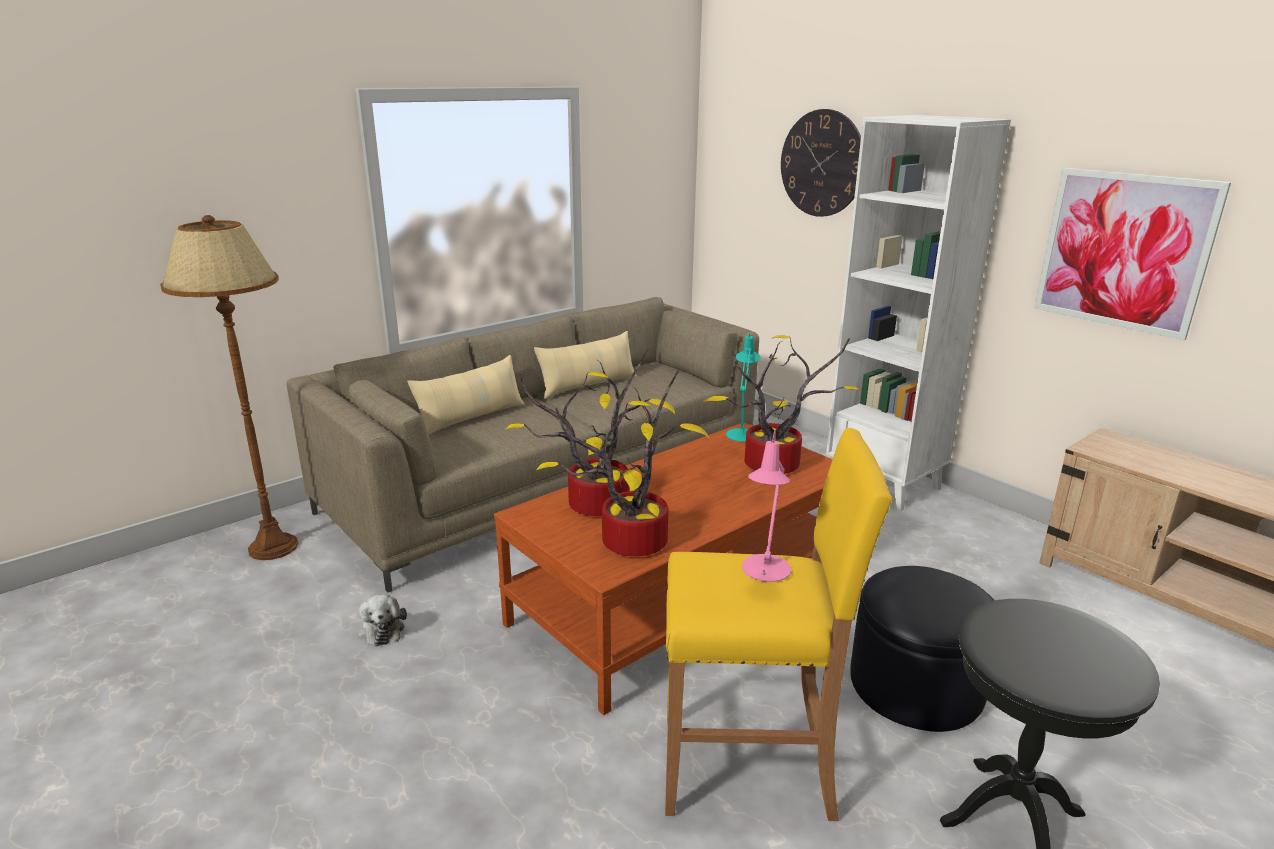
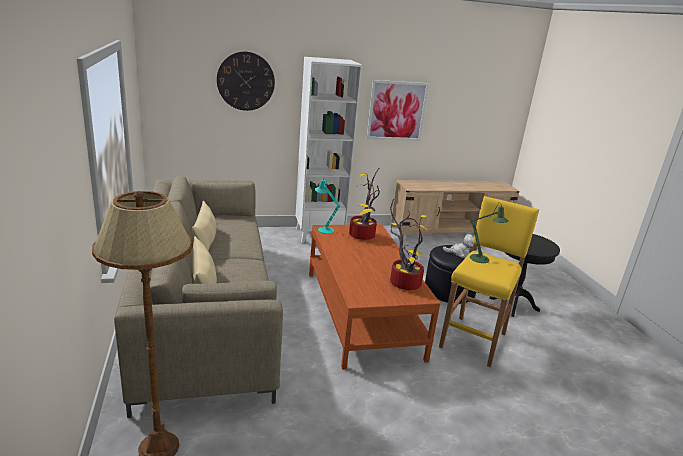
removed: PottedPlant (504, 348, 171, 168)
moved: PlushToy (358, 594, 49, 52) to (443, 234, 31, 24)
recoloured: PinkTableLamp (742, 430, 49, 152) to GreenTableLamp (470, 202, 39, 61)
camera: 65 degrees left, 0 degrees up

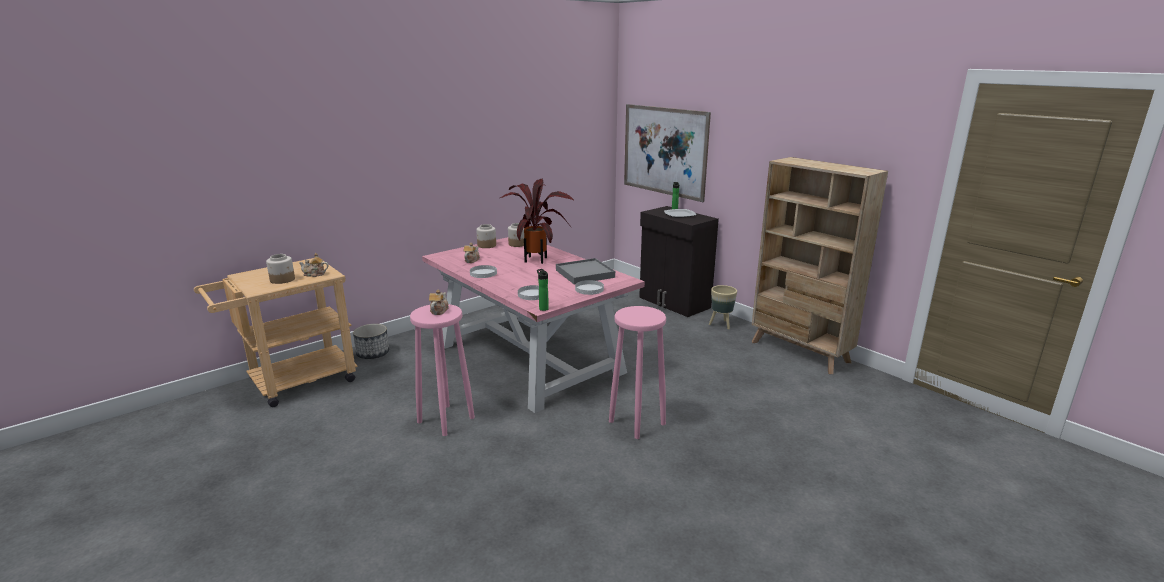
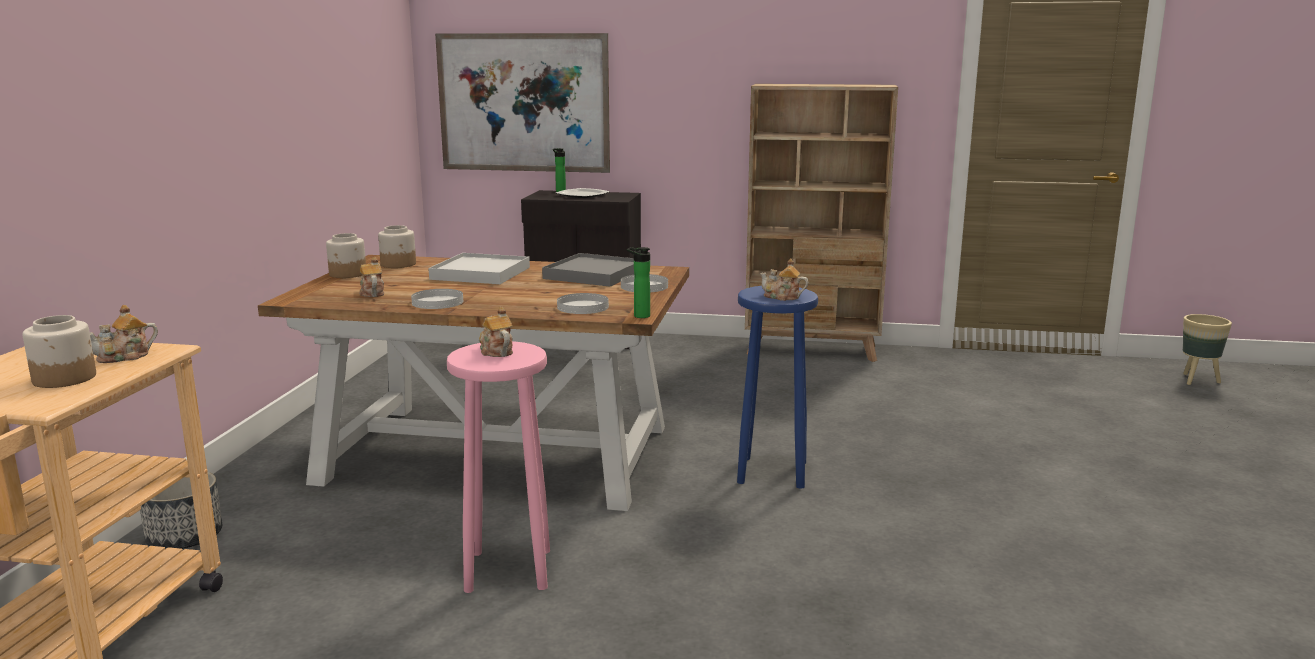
added: Teapot (760, 258, 48, 43)
moved: BeigePlanter (709, 285, 28, 44) to (1183, 314, 49, 71)
replaced: PottedPlant (500, 179, 74, 85) to WhiteTray (429, 253, 101, 31)
recoloured: PinkDiningTable (422, 237, 223, 176) to BrownDiningTable (258, 255, 431, 256); PinkStool (609, 306, 57, 133) to BlueStool (737, 286, 81, 202)
camera: 40 degrees left, 5 degrees down

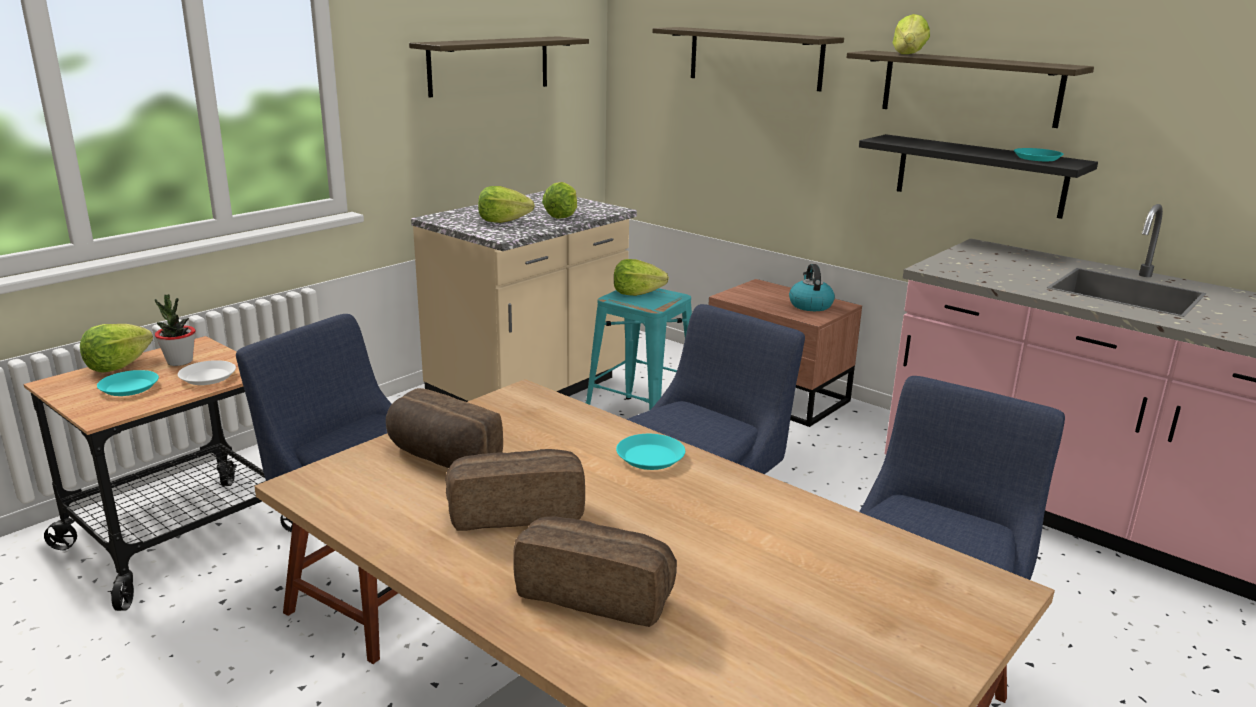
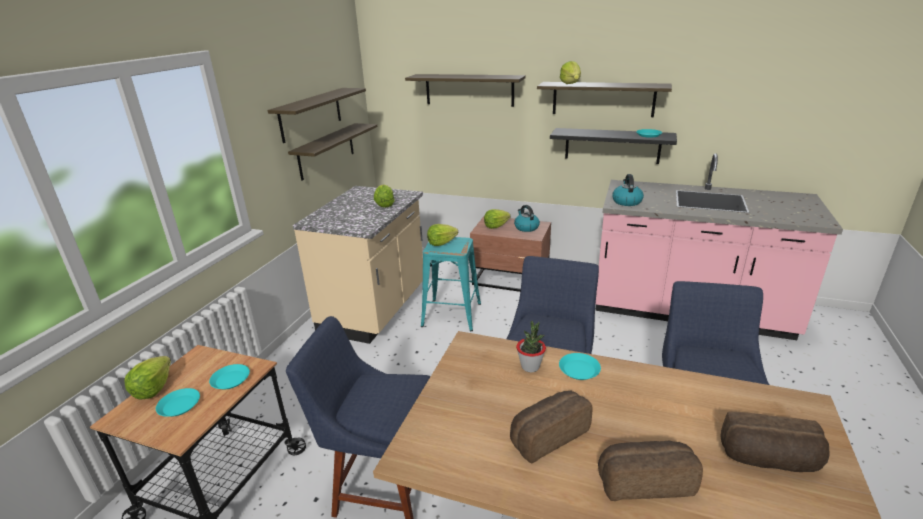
added: Shelf (288, 123, 90, 58); Kettle (612, 174, 32, 32)
moved: PottedPlant (155, 294, 41, 72) to (516, 321, 30, 51); Bread (386, 388, 117, 80) to (720, 411, 109, 61); Lettuce (478, 186, 57, 37) to (484, 209, 27, 20)
recoloured: WhitePlate (178, 360, 58, 25) to TurquoisePlate (209, 364, 41, 25)
camera: 20 degrees left, 5 degrees up

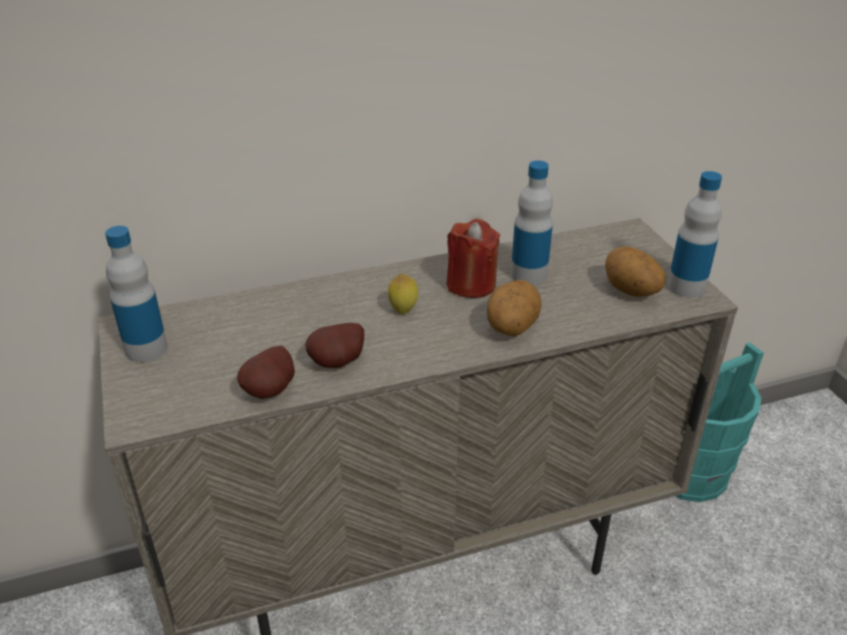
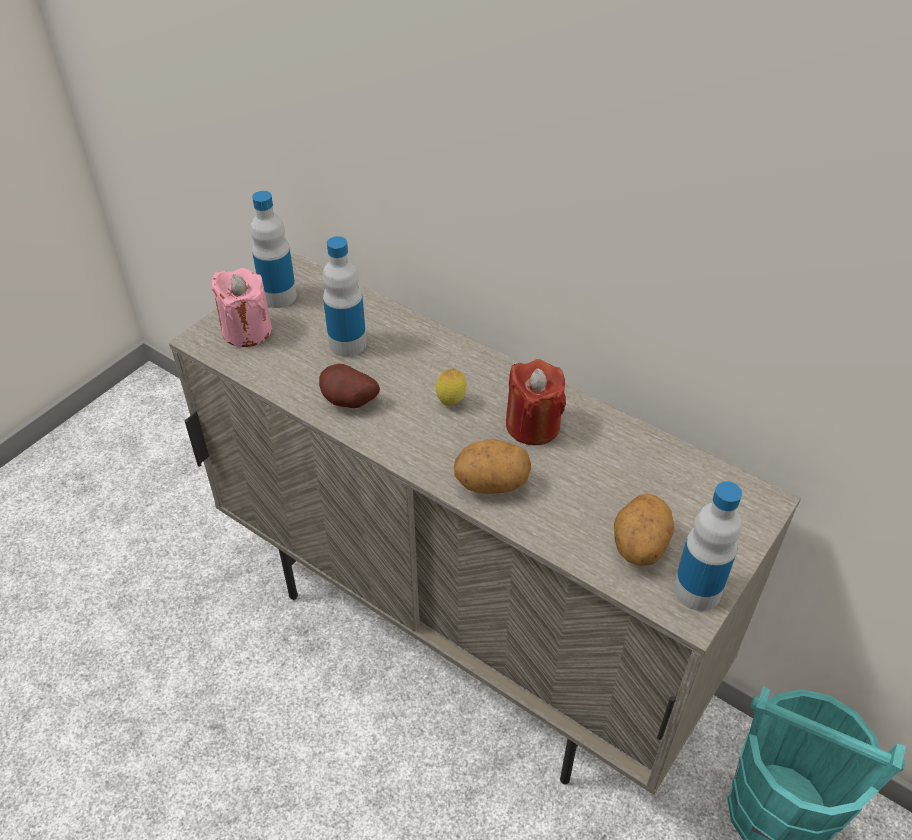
removed: Potato (237, 346, 58, 53)
added: PinkCandle (212, 268, 60, 79)
moved: Bottle (511, 160, 42, 125) to (323, 236, 44, 121)
camera: 55 degrees right, 10 degrees up

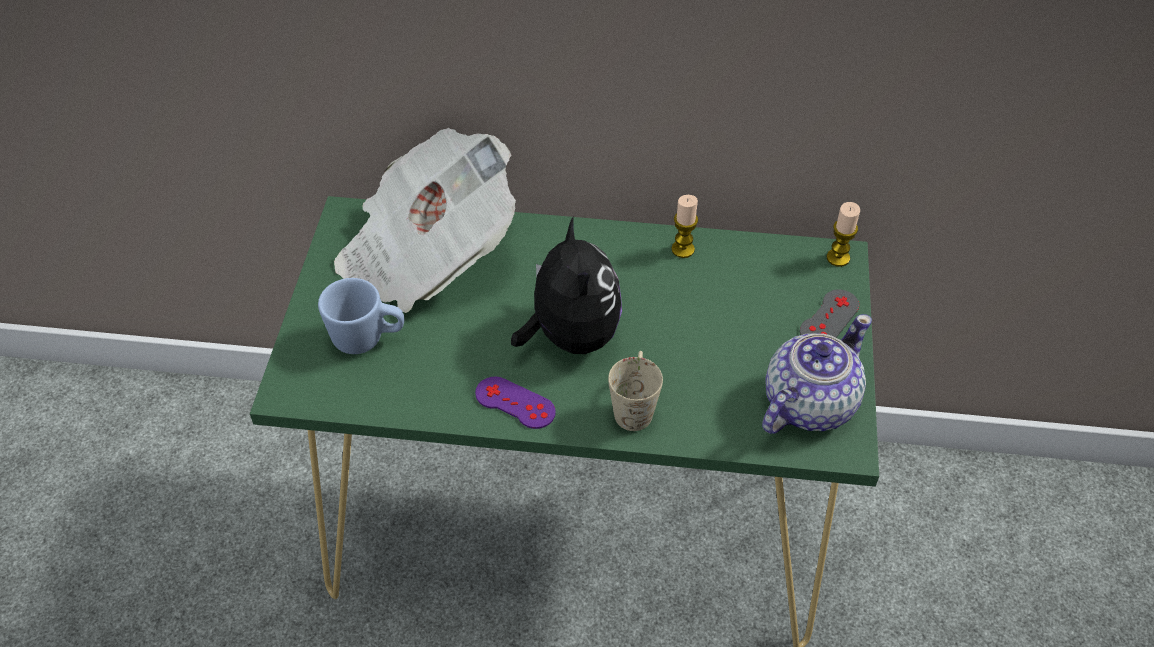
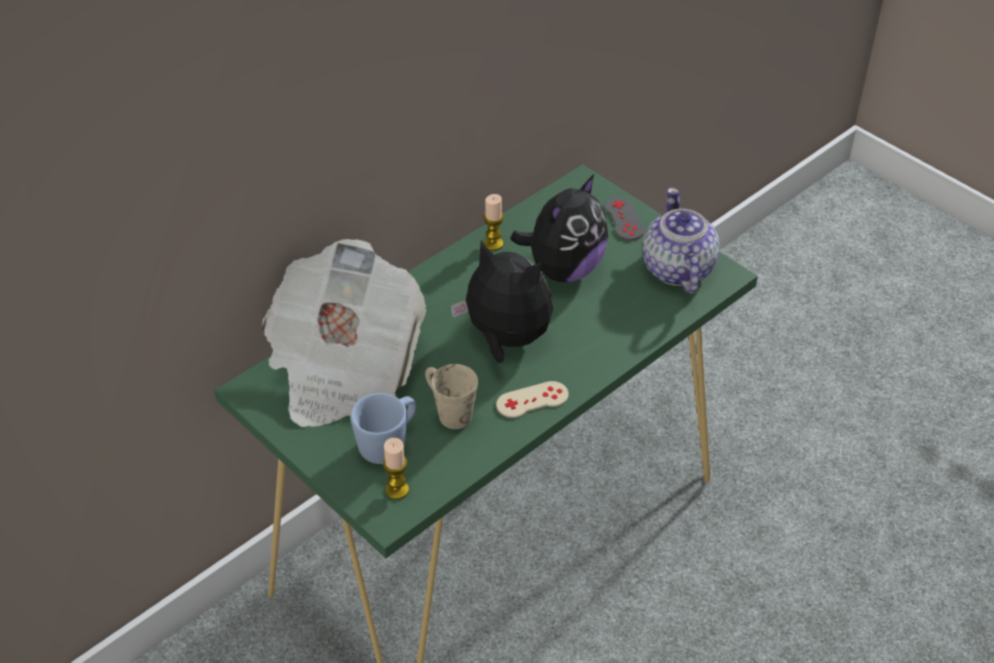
added: PlushToy (510, 174, 98, 108)
moved: BeigeMug (608, 351, 55, 80) to (425, 364, 53, 65); Candle (827, 202, 33, 65) to (383, 438, 26, 61)
recoloured: PurpleGameController (475, 376, 81, 53) to BeigeGameController (496, 381, 73, 37)
camera: 50 degrees left, 5 degrees down

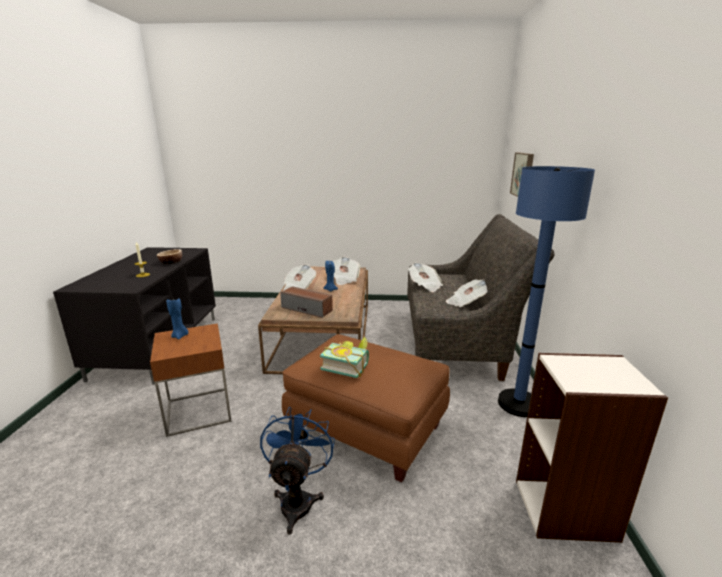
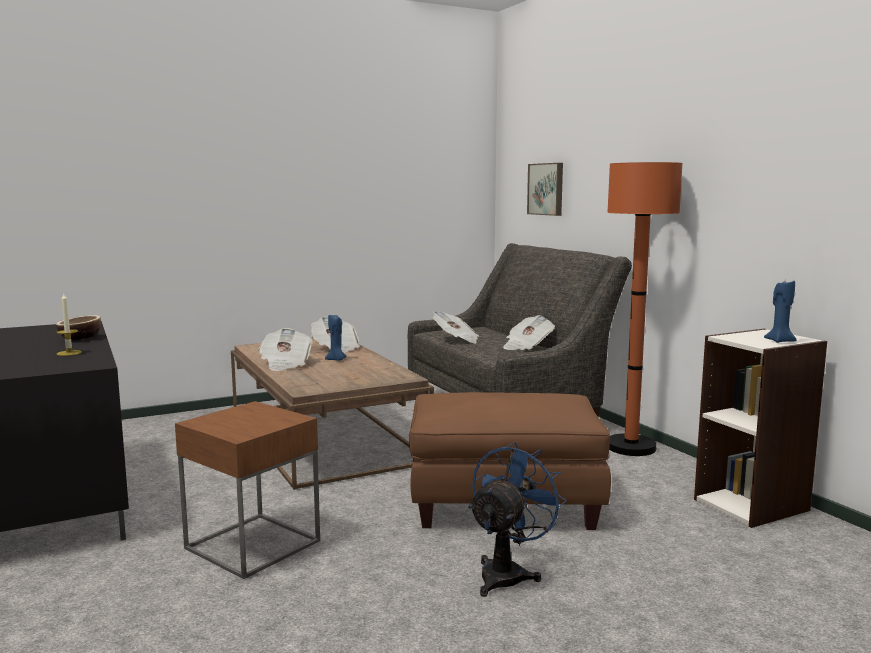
removed: Speaker (280, 286, 53, 32); Book (320, 337, 49, 41)
moved: BlueCandle (166, 298, 22, 42) to (764, 281, 32, 62)
recoloured: BlueFloorLamp (498, 166, 97, 251) to OrangeFloorLamp (607, 162, 75, 294)
turned: BlueFan (260, 407, 75, 127) = (469, 442, 98, 155) 60 degrees clockwise
camera: 30 degrees left, 10 degrees down

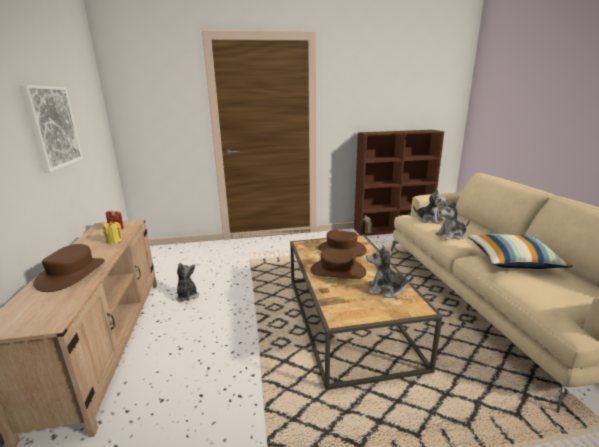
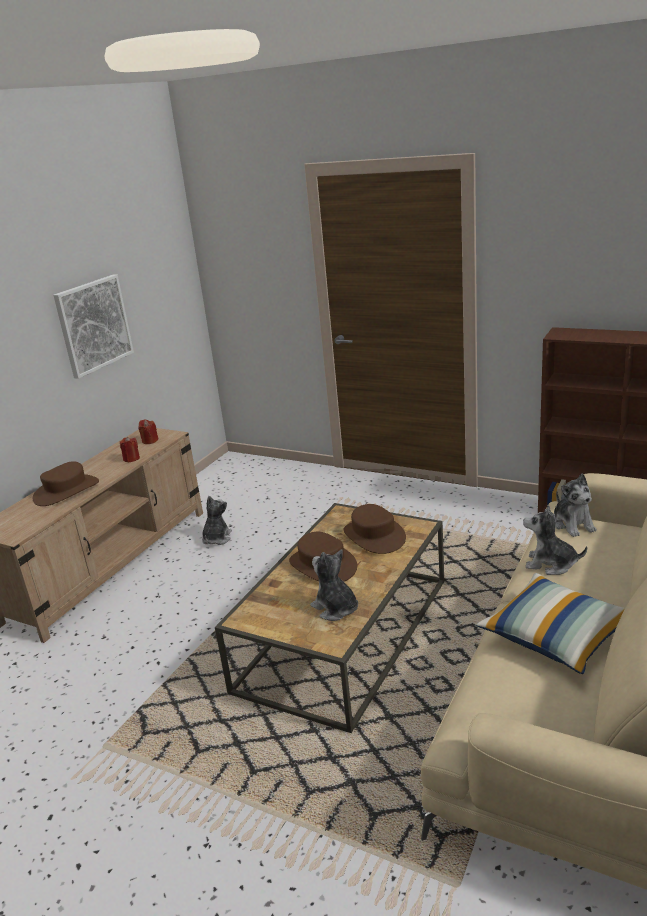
recoloured: YellowCandle (103, 221, 20, 23) to RedCandle (120, 437, 20, 25)
camera: 40 degrees right, 5 degrees up

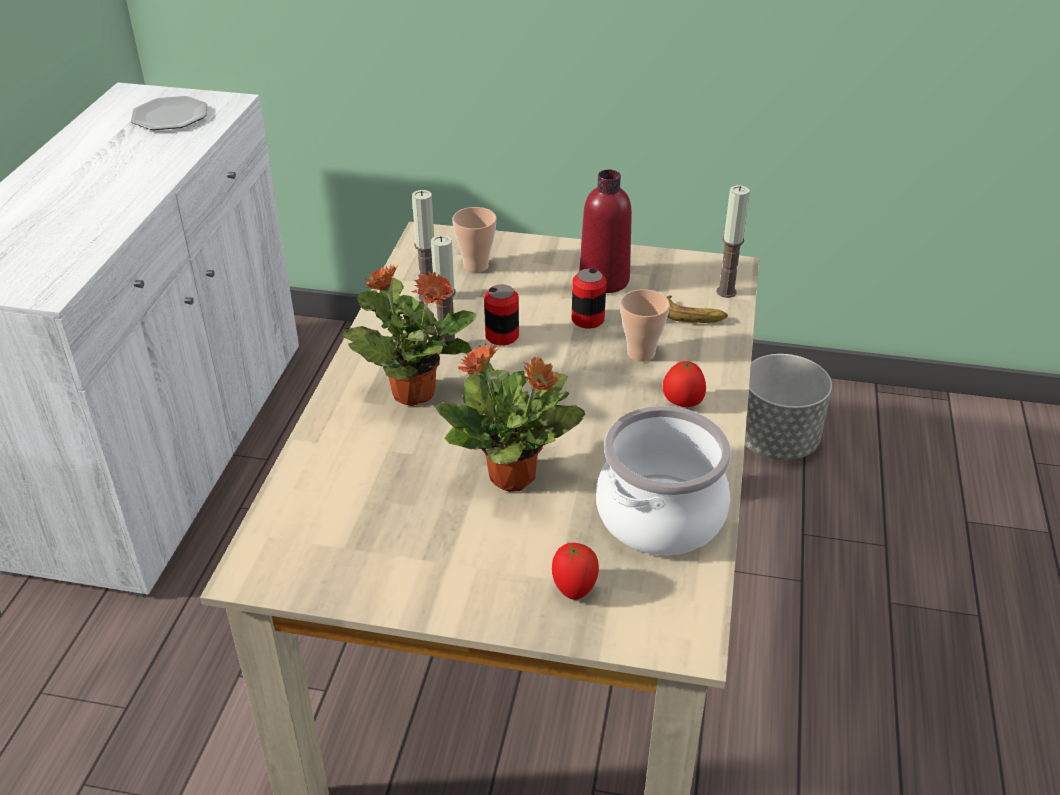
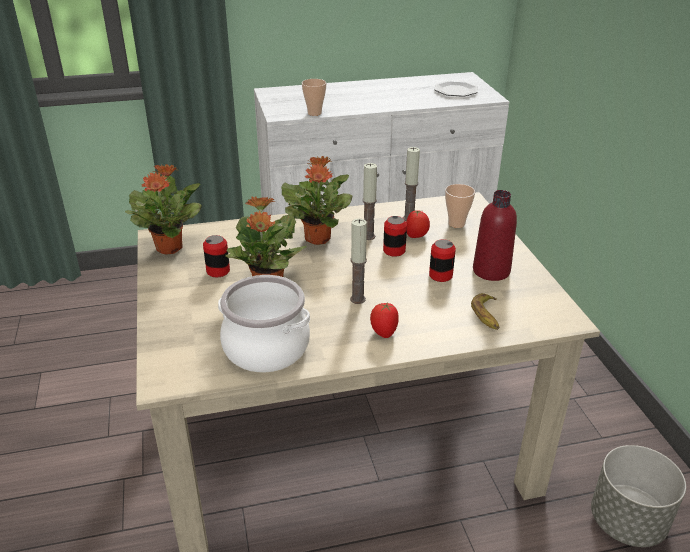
added: PottedPlant (125, 164, 77, 91); Can (203, 235, 27, 42)
moved: Tomato (552, 543, 47, 57) to (406, 210, 24, 28); Cup (620, 289, 50, 73) to (302, 79, 24, 37); Candle (716, 185, 34, 113) to (350, 218, 17, 86)
camera: 65 degrees right, 5 degrees down

